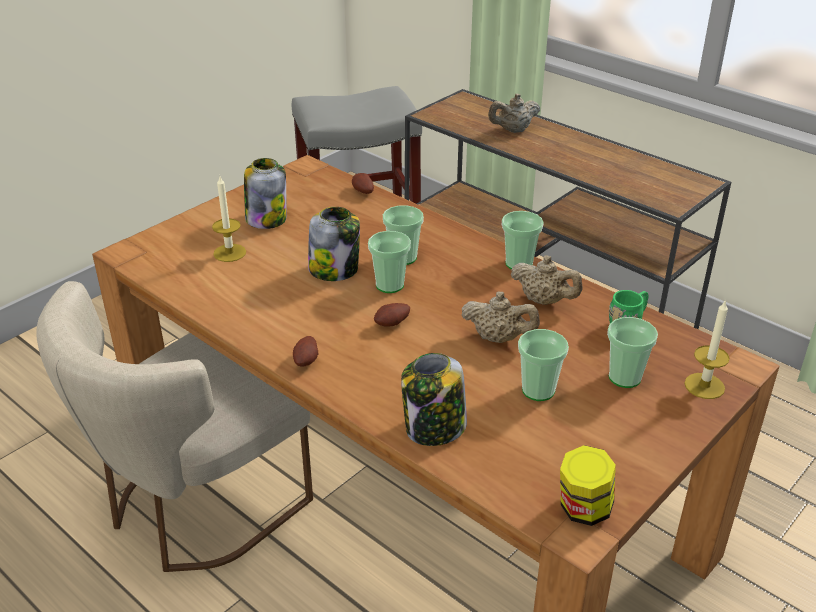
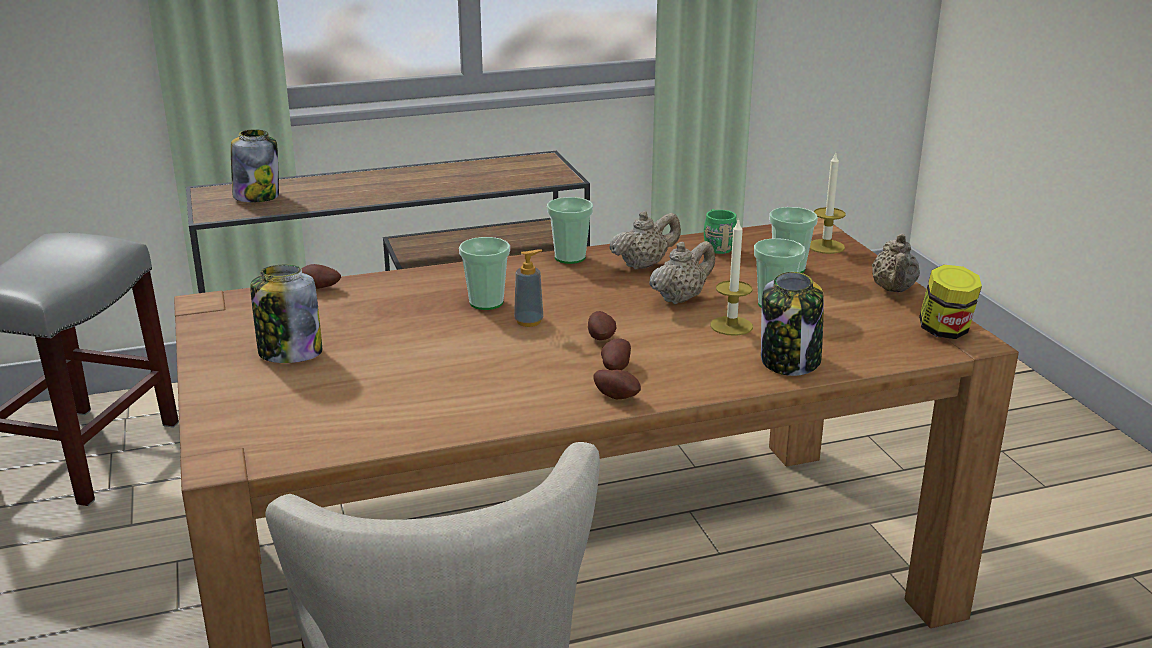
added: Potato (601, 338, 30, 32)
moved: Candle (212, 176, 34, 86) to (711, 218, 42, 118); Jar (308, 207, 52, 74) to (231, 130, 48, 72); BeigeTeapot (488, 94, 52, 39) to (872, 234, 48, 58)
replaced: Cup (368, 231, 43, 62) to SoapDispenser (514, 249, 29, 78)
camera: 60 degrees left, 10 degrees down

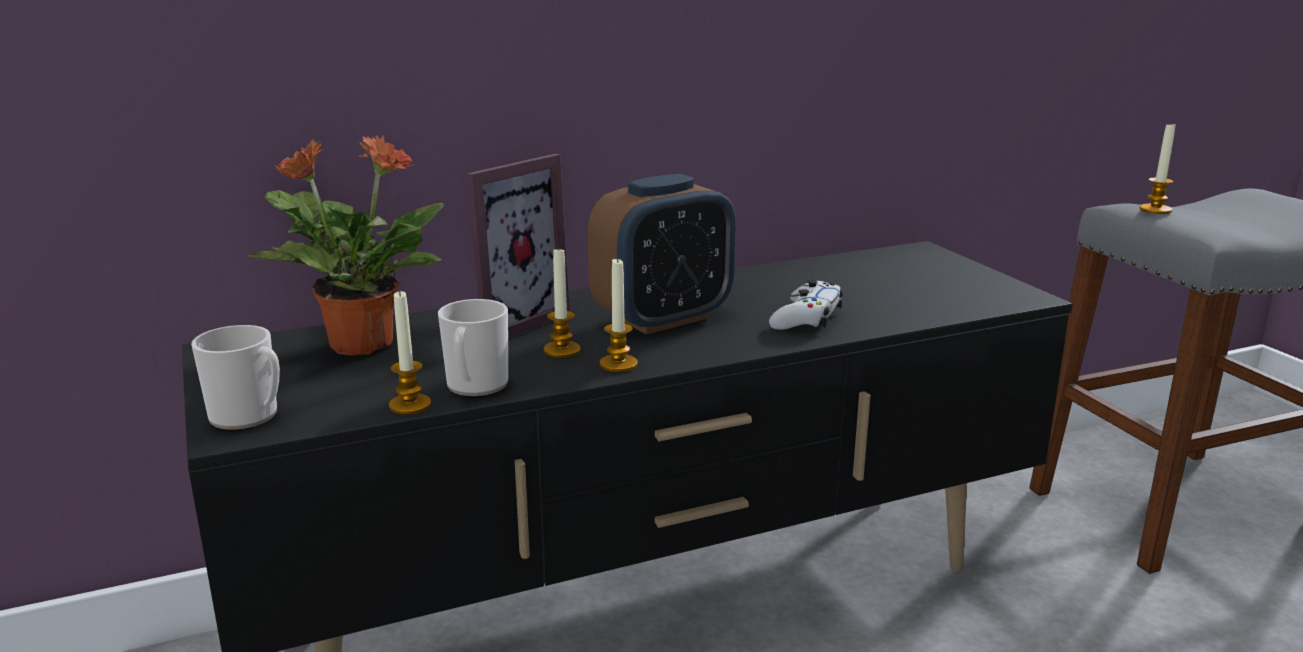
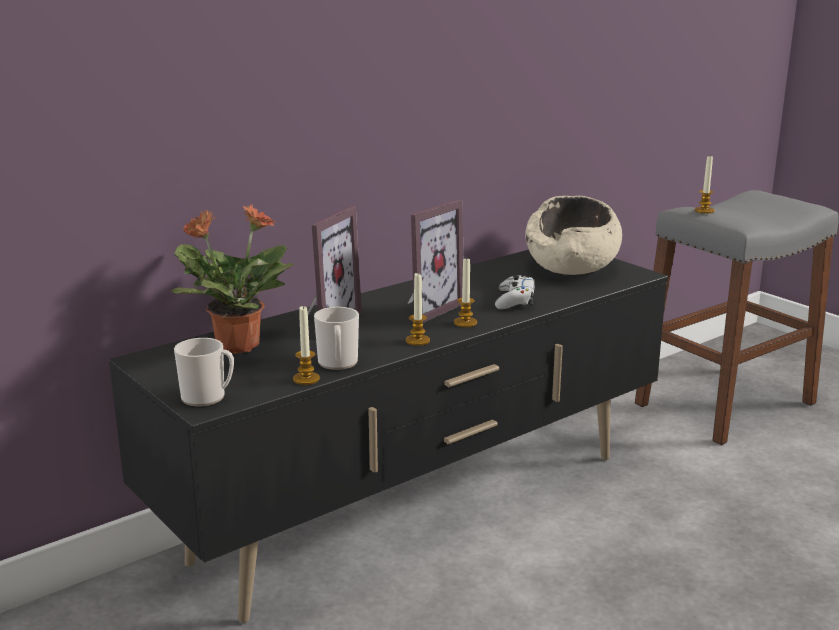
added: BeigeBowl (525, 196, 97, 79)
moved: Candle (544, 246, 36, 112) to (454, 257, 23, 70)
replaced: AlarmClock (588, 174, 148, 161) to PictureFrame (407, 199, 56, 124)
camera: 15 degrees left, 0 degrees up

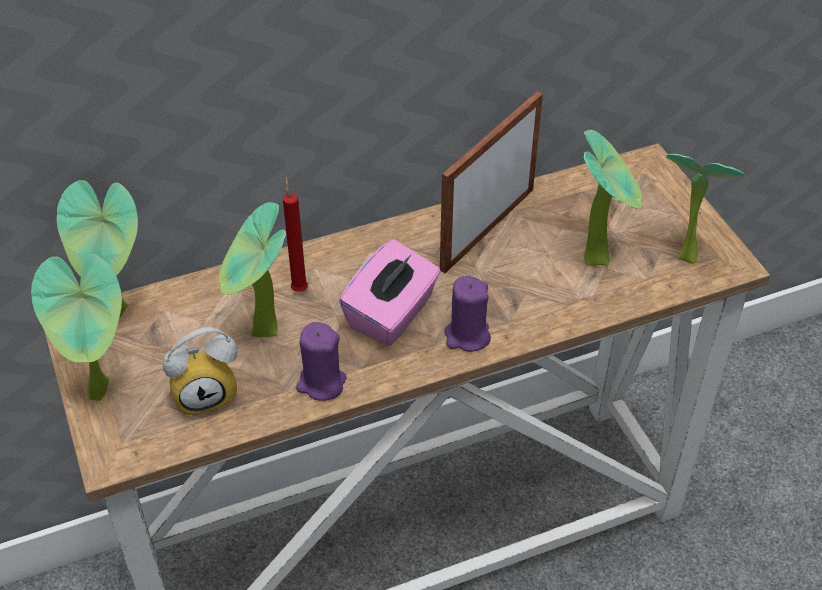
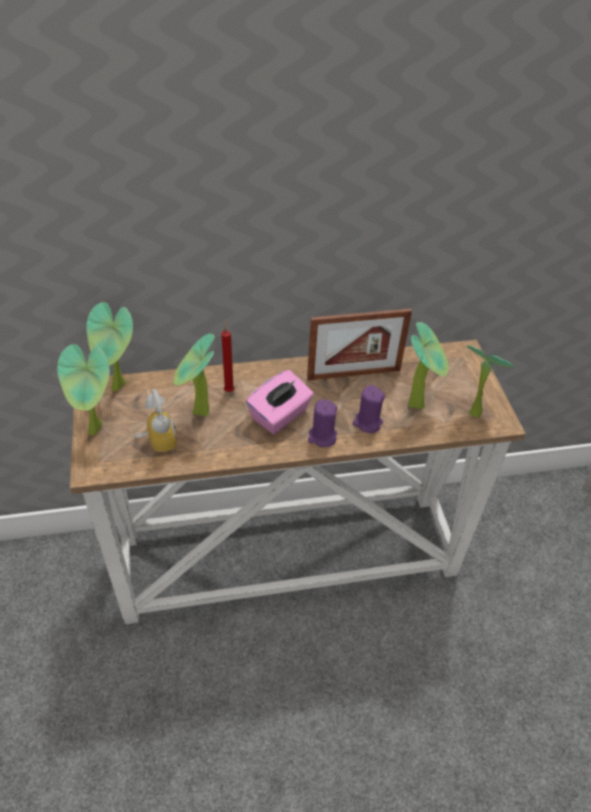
moved: PurpleCandle (296, 322, 51, 79) to (353, 385, 32, 48)
turned: AlarmClock (162, 327, 75, 90) = (135, 389, 42, 63) 105 degrees counterclockwise; PictureFrame (440, 91, 103, 182) = (307, 308, 105, 72) 150 degrees counterclockwise
camera: 10 degrees right, 0 degrees up

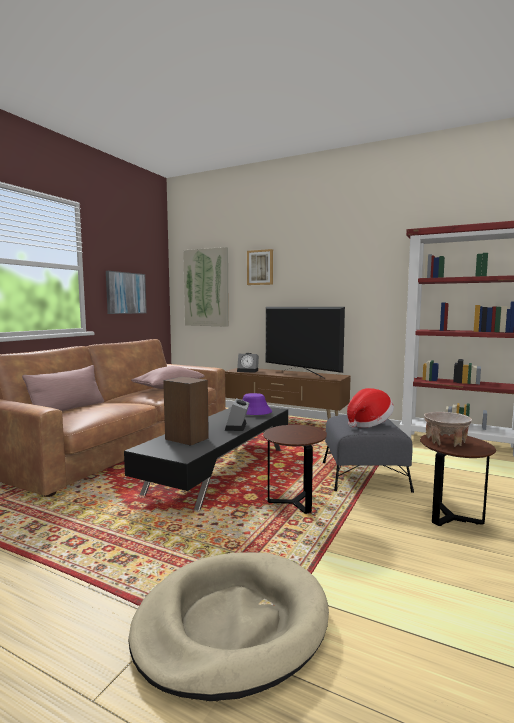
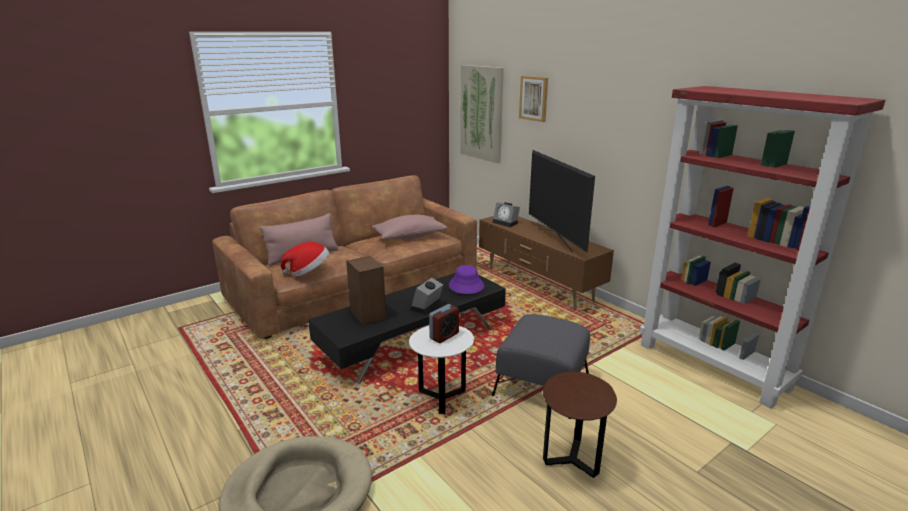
removed: Picture (106, 271, 41, 43); BeigeBowl (424, 412, 48, 35)
added: AlarmClock (429, 304, 30, 39)
moved: Hat (347, 388, 47, 40) to (280, 242, 49, 35)
recoloured: BrownSideTable (263, 425, 64, 89) to WhiteSideTable (409, 326, 65, 88)
camera: 25 degrees right, 15 degrees up

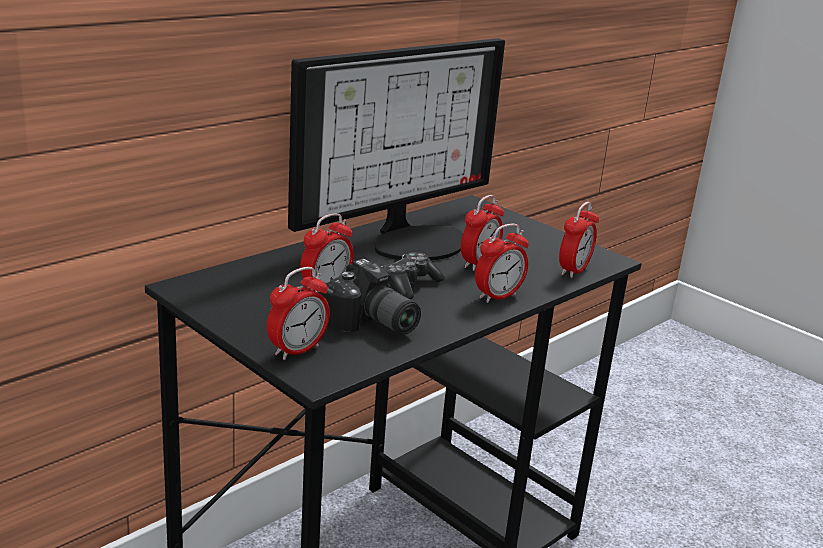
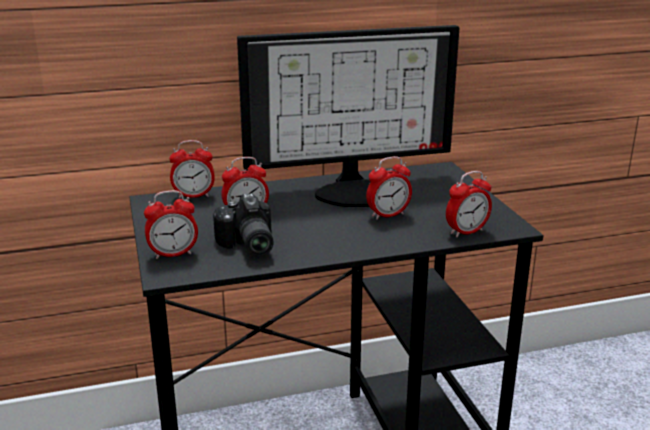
removed: GameController (381, 252, 64, 48)
moved: AlarmClock (475, 223, 54, 80) to (169, 140, 46, 59)
camera: 30 degrees right, 0 degrees up

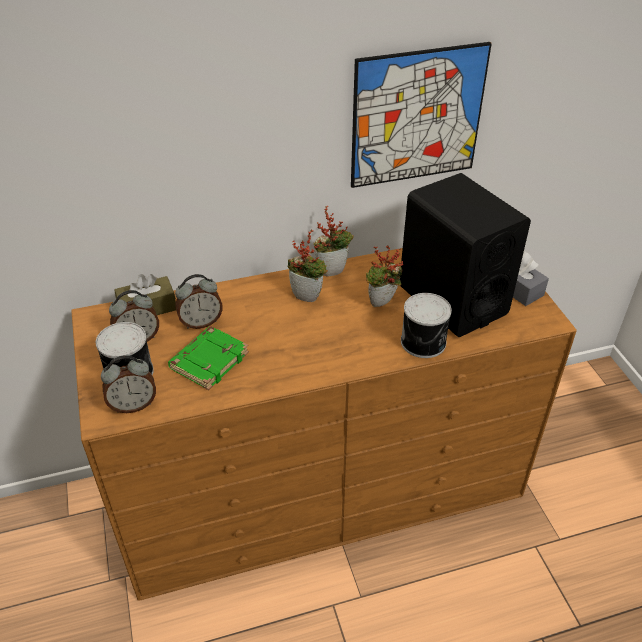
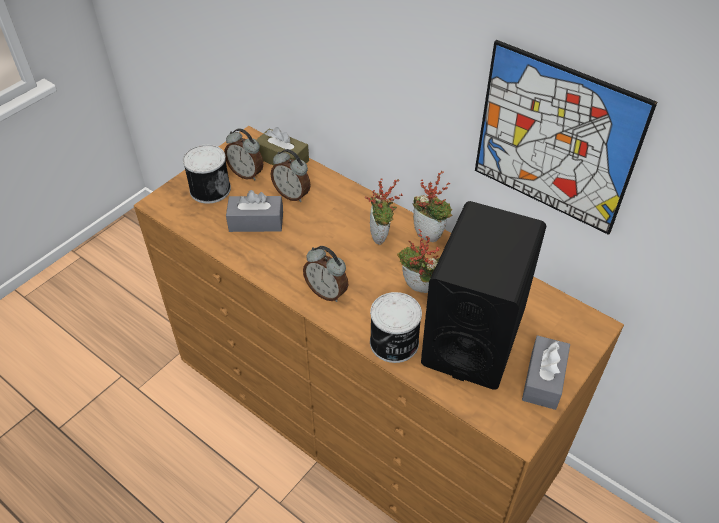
moved: AlarmClock (101, 355, 55, 58) to (303, 246, 45, 56)
replaced: GreenBook (168, 326, 81, 64) to GreyTissueBox (226, 190, 57, 42)
camera: 55 degrees right, 5 degrees up

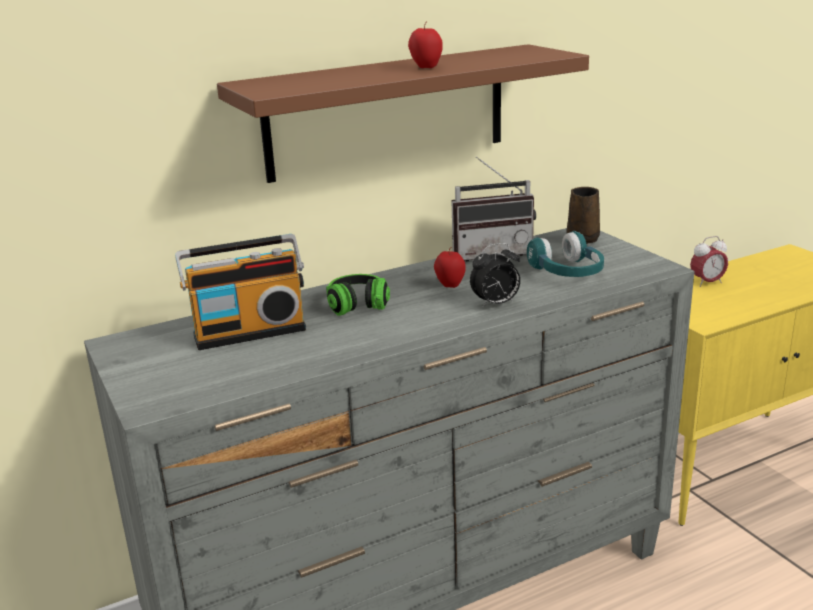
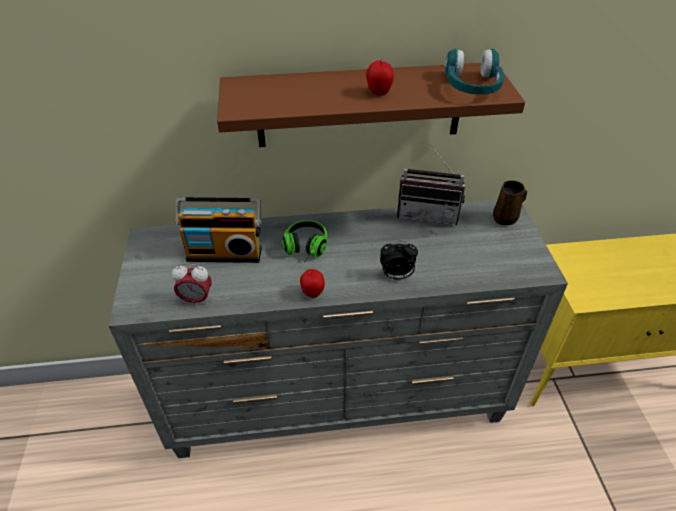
moved: Apple (434, 247, 32, 41) to (300, 269, 25, 29); TurquoiseHeadphones (527, 231, 77, 46) to (445, 49, 59, 46); AlarmClock (690, 236, 38, 51) to (172, 264, 40, 40)
camera: 20 degrees right, 20 degrees up

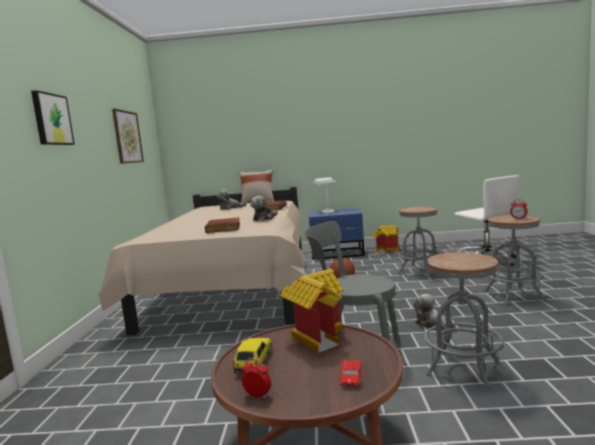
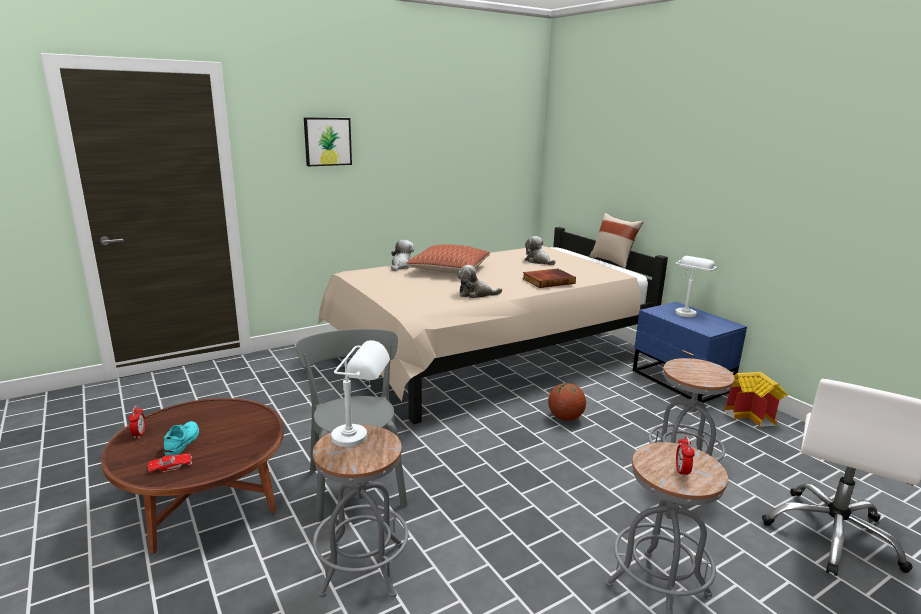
removed: Picture (112, 109, 32, 55); Book (205, 217, 35, 16); ToyCar (233, 338, 38, 36); ToyHouse (279, 269, 65, 84)
added: TurquoiseShoe (164, 421, 35, 34); WhiteTableLamp (331, 340, 59, 107); Pillow (406, 245, 84, 29)
moved: PlushToy (414, 294, 41, 35) to (391, 240, 23, 31)
camera: 55 degrees right, 10 degrees up

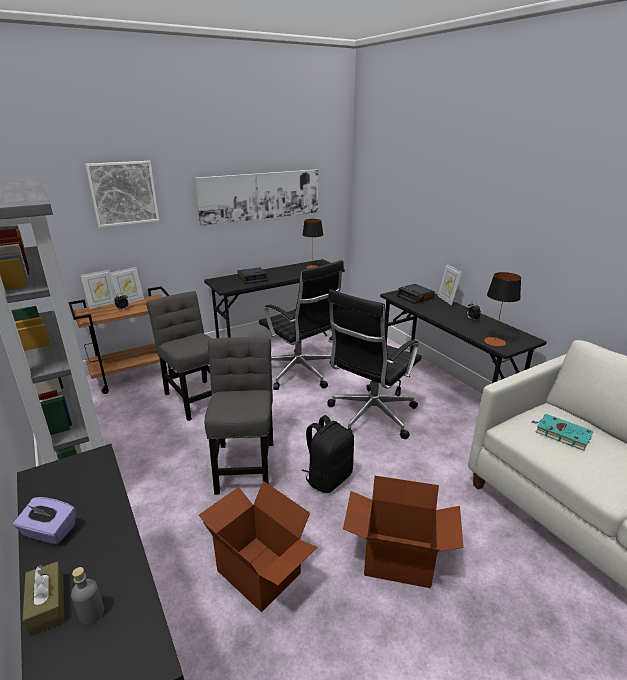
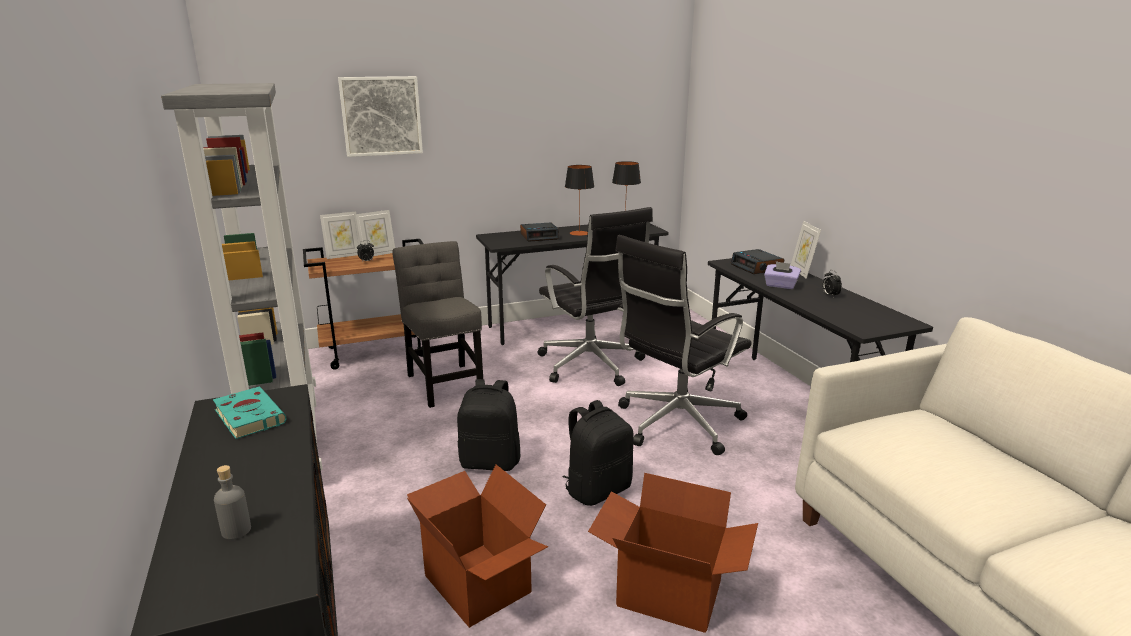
removed: BrownTissueBox (22, 561, 42, 75); Picture (195, 169, 123, 57)
moved: PurpleTissueBox (13, 497, 62, 48) to (764, 261, 37, 28); TableLamp (484, 272, 37, 74) to (565, 165, 29, 71); TurquoiseBook (532, 414, 61, 37) to (213, 387, 73, 52)
replaced: GreyChair (204, 337, 69, 158) to BlackBackpack (457, 379, 64, 92)
camera: 10 degrees right, 5 degrees down

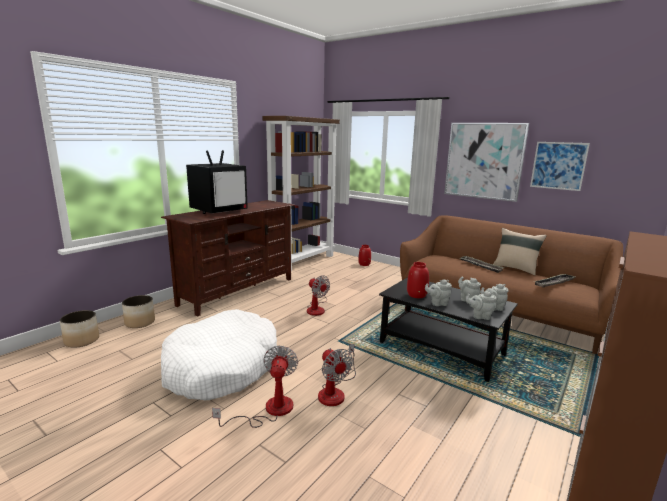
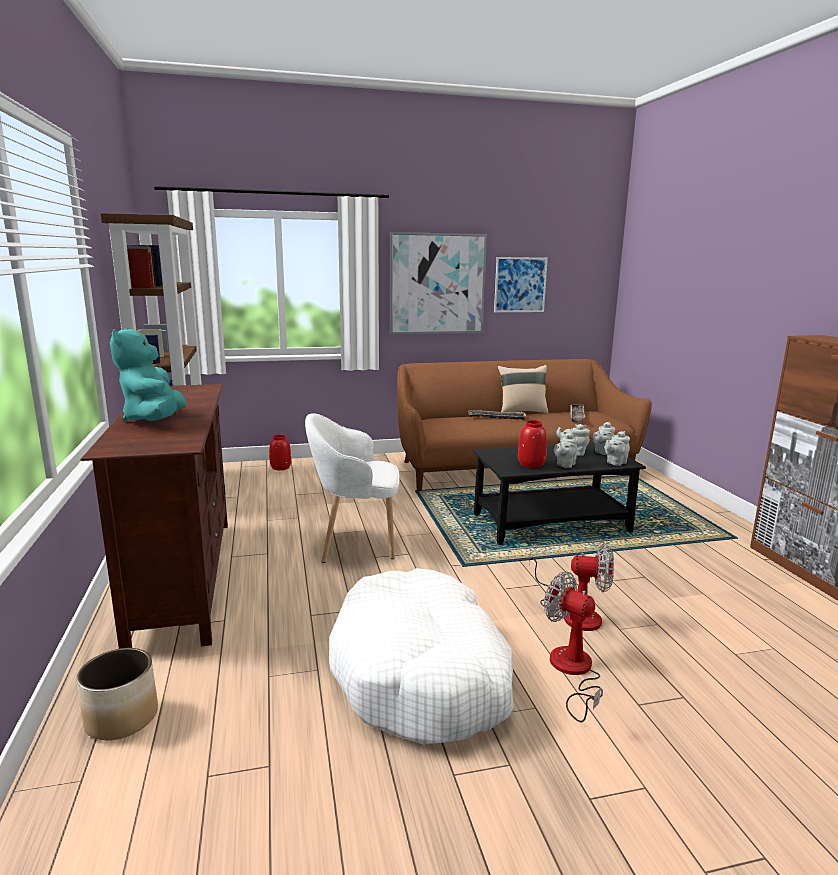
removed: Planter (60, 310, 39, 38)
replaced: Television (186, 150, 62, 64) to TurquoisePlushToy (110, 328, 76, 94); Fan (307, 275, 23, 41) to WhiteArmchair (305, 413, 94, 150)
camera: 50 degrees left, 0 degrees up

